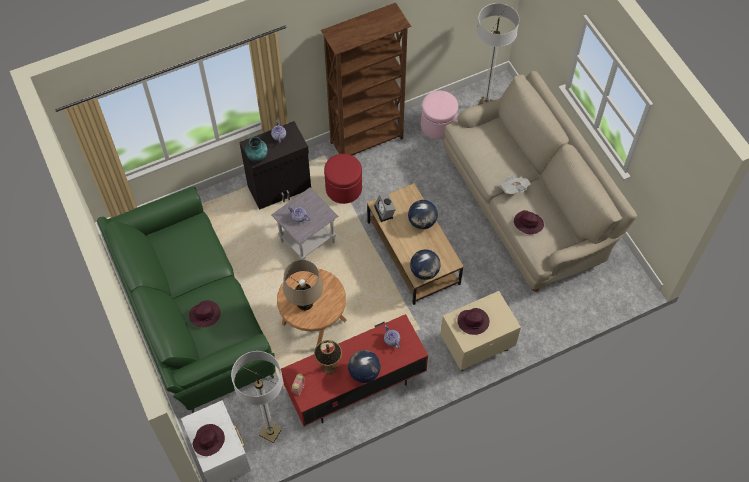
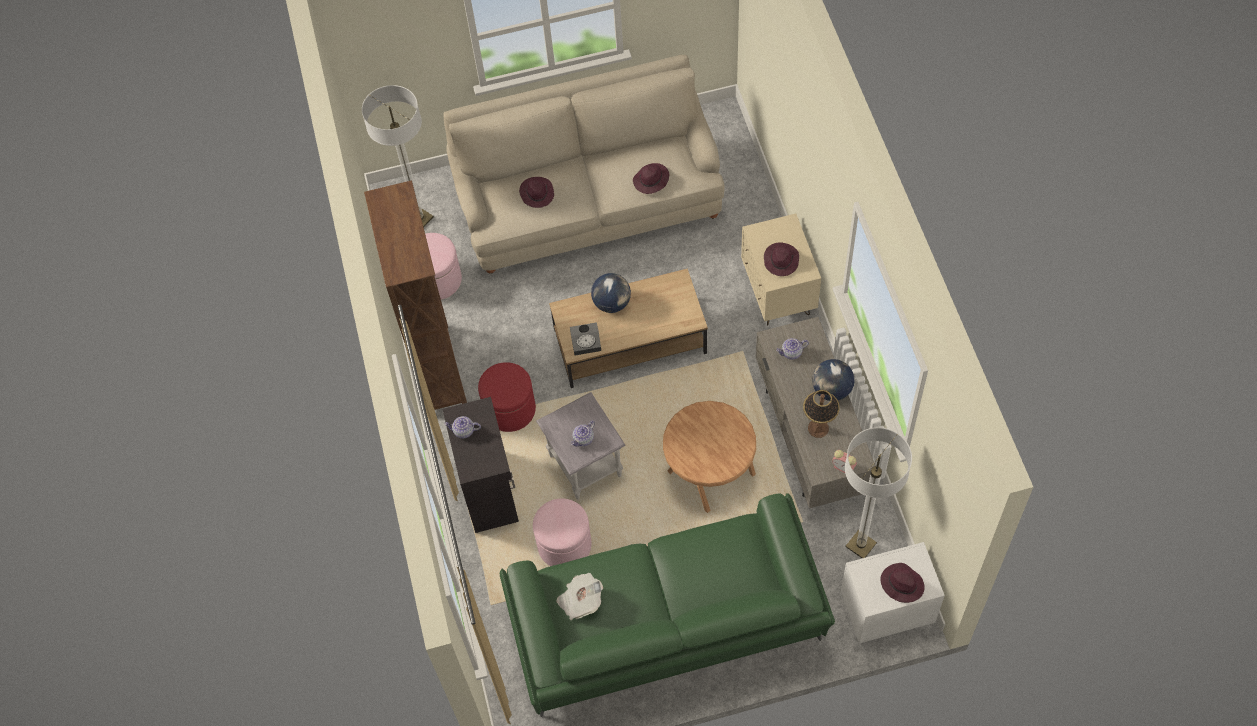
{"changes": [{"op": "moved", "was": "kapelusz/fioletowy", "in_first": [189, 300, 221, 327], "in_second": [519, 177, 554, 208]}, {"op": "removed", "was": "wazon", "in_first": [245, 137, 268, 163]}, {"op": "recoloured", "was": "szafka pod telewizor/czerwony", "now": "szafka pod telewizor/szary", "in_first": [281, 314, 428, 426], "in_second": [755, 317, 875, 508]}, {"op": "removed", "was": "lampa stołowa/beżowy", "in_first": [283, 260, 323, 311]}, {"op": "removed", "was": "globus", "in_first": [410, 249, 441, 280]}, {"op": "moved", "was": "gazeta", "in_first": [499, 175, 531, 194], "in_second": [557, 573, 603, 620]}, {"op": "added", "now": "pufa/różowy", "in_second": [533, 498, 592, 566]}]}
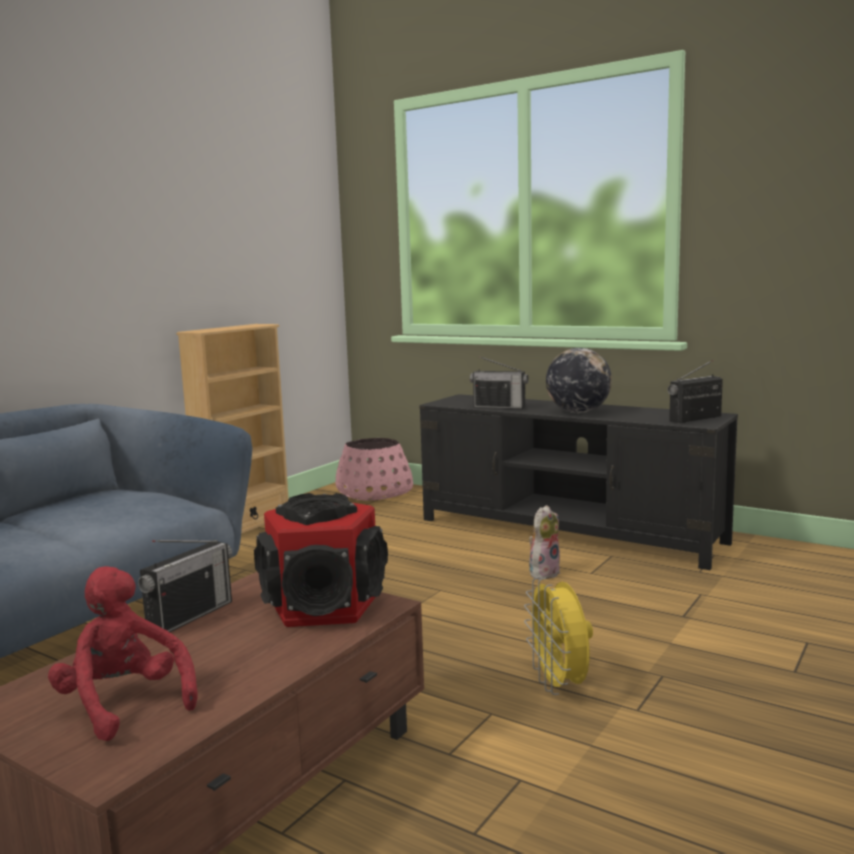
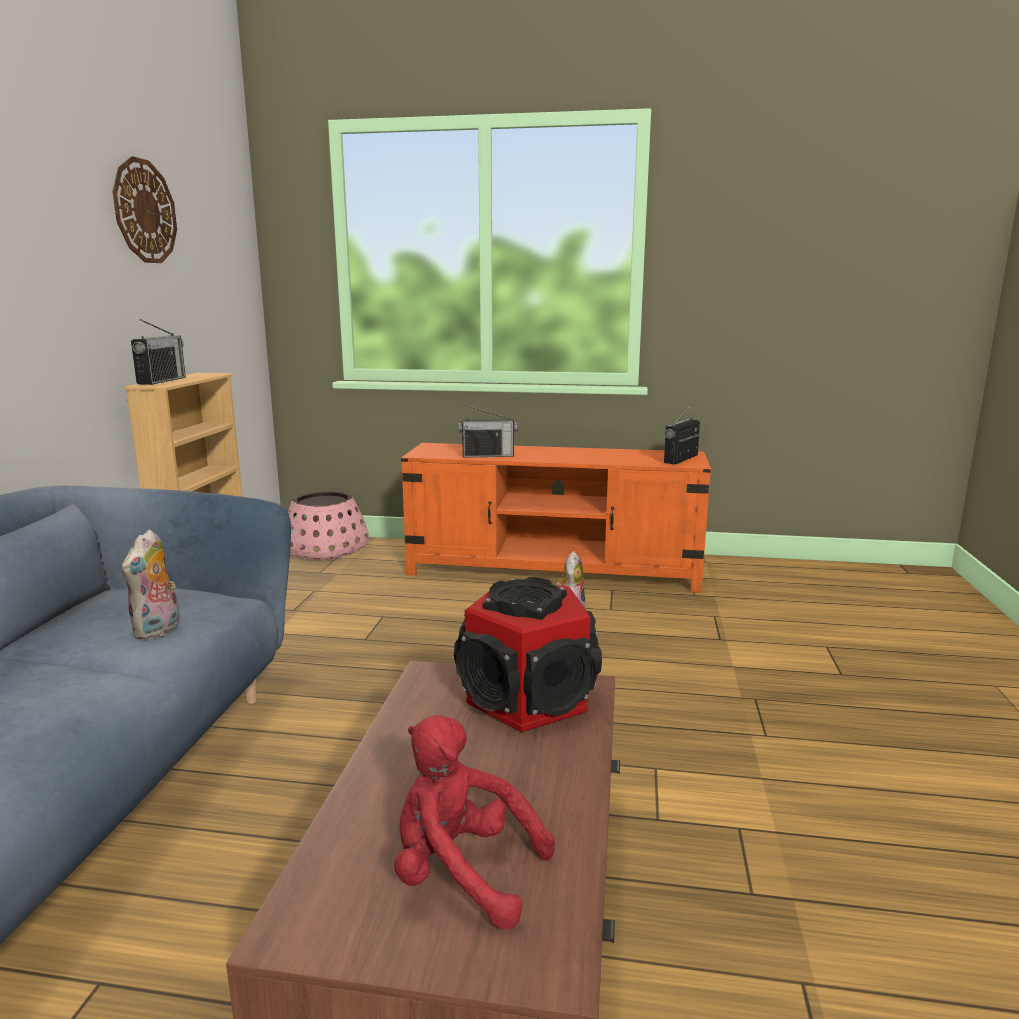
{"changes": [{"op": "moved", "was": "radio", "in_first": [138, 540, 232, 632], "in_second": [131, 319, 186, 385]}, {"op": "recoloured", "was": "szafka pod telewizor/czarny", "now": "szafka pod telewizor/pomarańczowy", "in_first": [419, 394, 738, 570], "in_second": [401, 443, 711, 593]}, {"op": "removed", "was": "wentylator/żółty", "in_first": [524, 577, 593, 695]}, {"op": "removed", "was": "globus", "in_first": [546, 348, 612, 413]}, {"op": "added", "now": "zegar ścienny", "in_second": [112, 156, 177, 263]}, {"op": "added", "now": "pluszak", "in_second": [122, 530, 180, 640]}]}
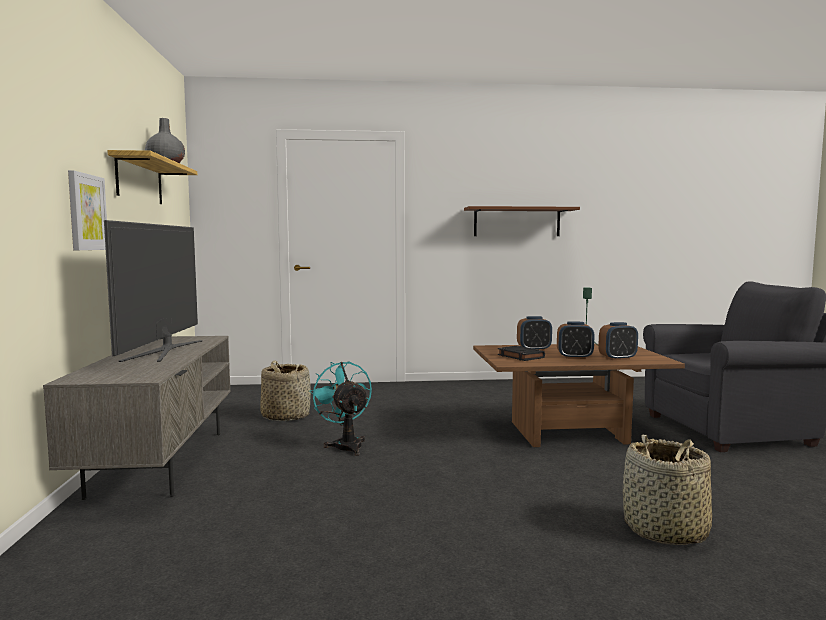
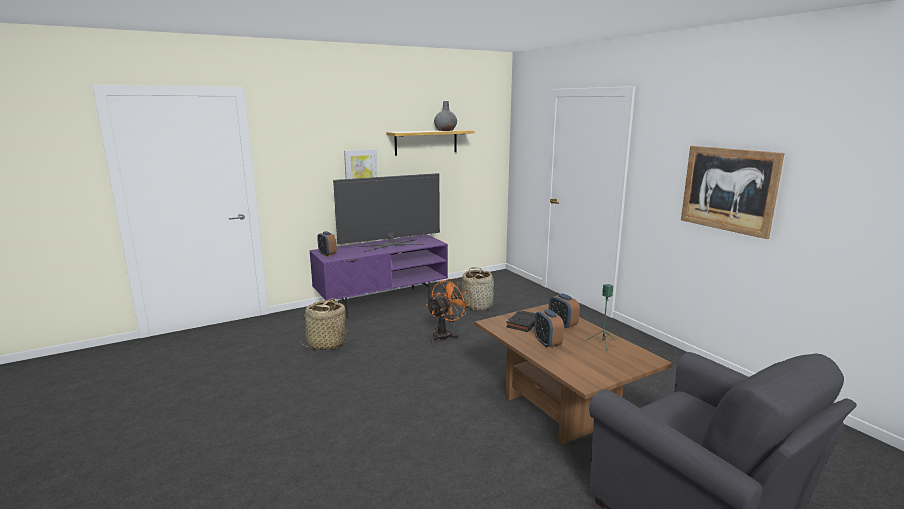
{"changes": [{"op": "recoloured", "was": "szafka pod telewizor/szary", "now": "szafka pod telewizor/fioletowy", "in_first": [43, 336, 231, 500], "in_second": [309, 234, 448, 318]}, {"op": "recoloured", "was": "wentylator/turkusowy", "now": "wentylator/pomarańczowy", "in_first": [309, 361, 372, 456], "in_second": [426, 279, 470, 343]}, {"op": "replaced", "was": "półka/brązowy", "now": "obraz", "in_first": [464, 206, 580, 236], "in_second": [681, 146, 785, 239]}, {"op": "moved", "was": "budzik", "in_first": [598, 322, 638, 360], "in_second": [317, 231, 337, 256]}, {"op": "moved", "was": "koszyk", "in_first": [623, 435, 712, 545], "in_second": [298, 299, 347, 350]}]}
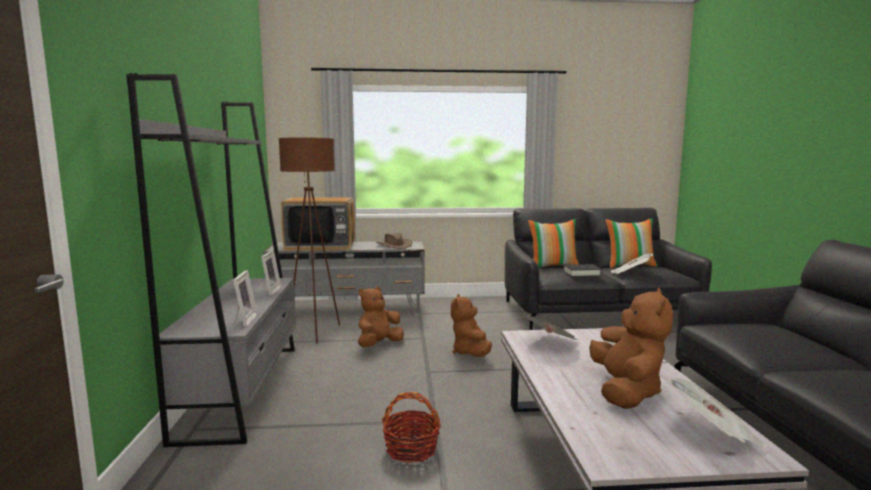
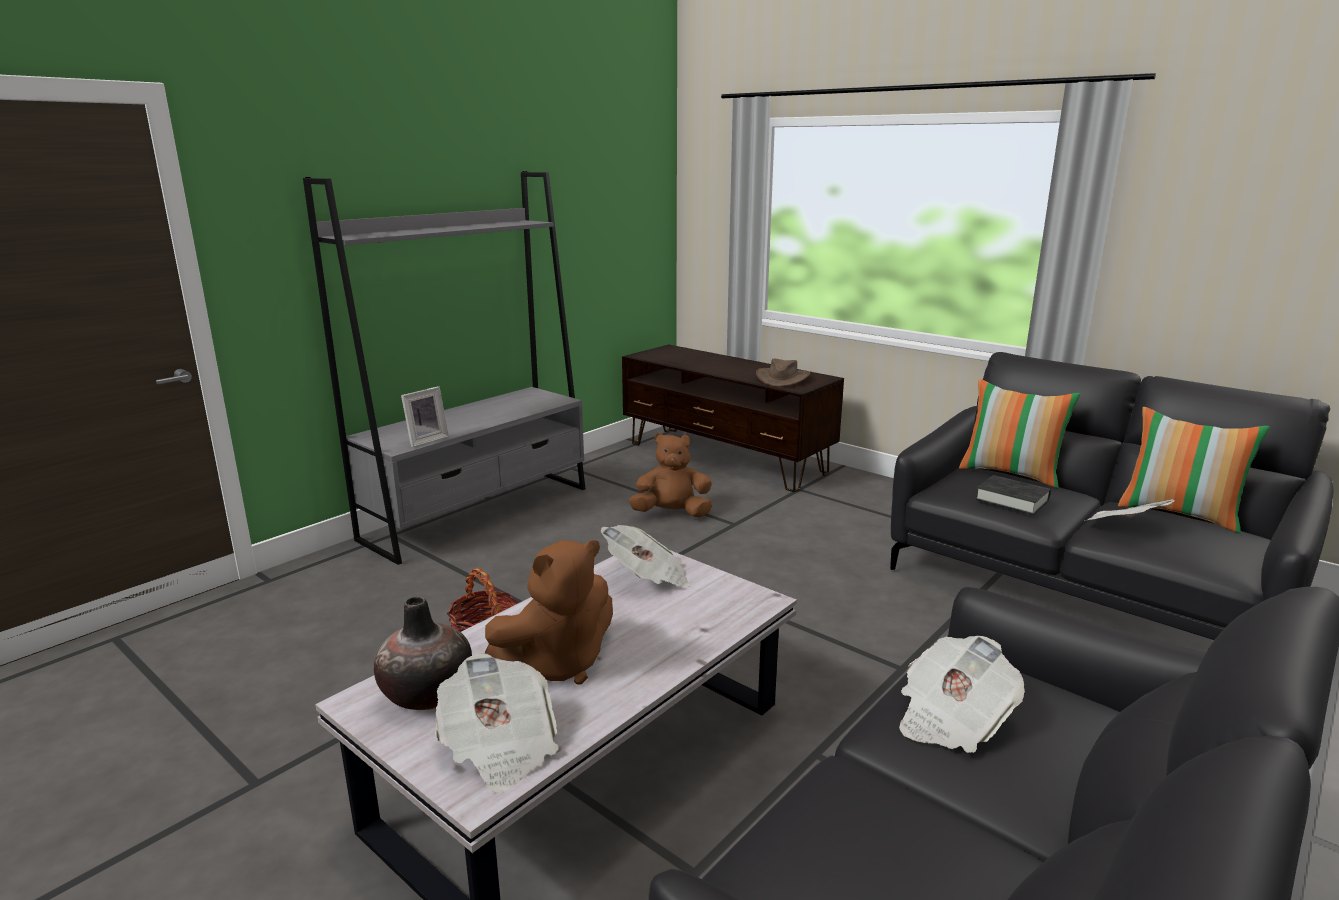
{"changes": [{"op": "removed", "was": "ramka na zdjęcie", "in_first": [261, 250, 281, 296]}, {"op": "recoloured", "was": "szafka pod telewizor/szary", "now": "szafka pod telewizor/brązowy", "in_first": [263, 241, 425, 316], "in_second": [622, 344, 844, 492]}, {"op": "removed", "was": "lampa stojąca/brązowy", "in_first": [279, 137, 340, 344]}, {"op": "removed", "was": "telewizor", "in_first": [280, 197, 355, 250]}, {"op": "removed", "was": "pluszak/brązowy", "in_first": [451, 294, 492, 357]}, {"op": "added", "now": "wazon", "in_second": [374, 597, 472, 710]}, {"op": "added", "now": "gazeta", "in_second": [899, 636, 1025, 753]}]}
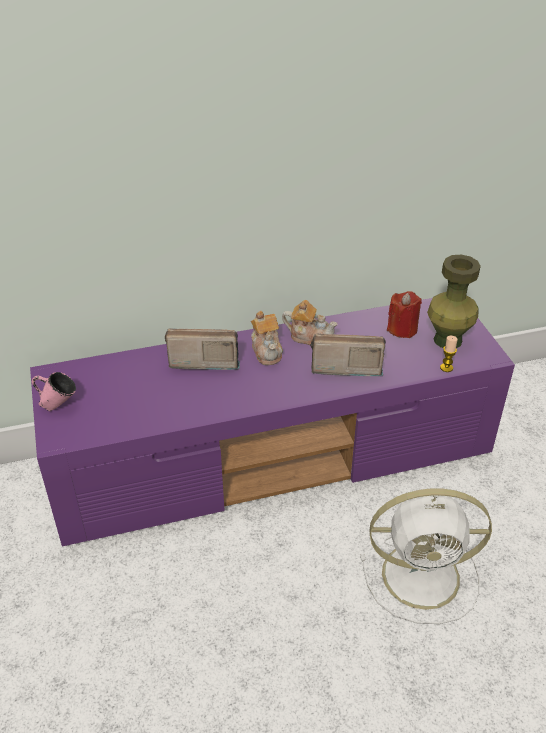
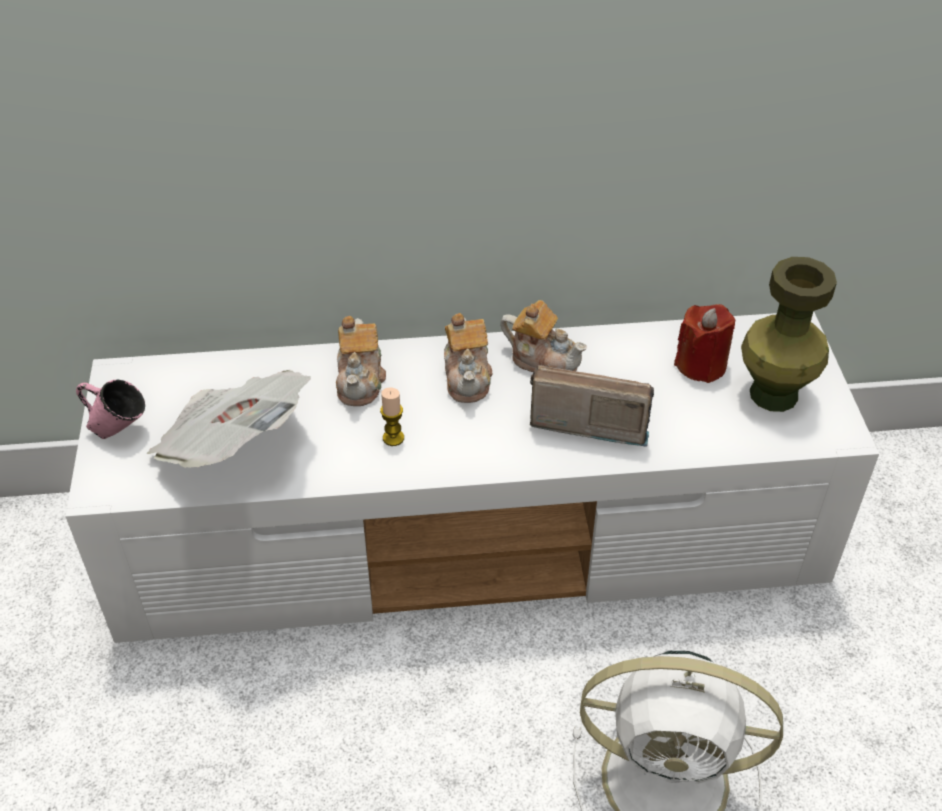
{"changes": [{"op": "recoloured", "was": "szafka pod telewizor/fioletowy", "now": "szafka pod telewizor/biały", "in_first": [30, 298, 515, 546], "in_second": [65, 311, 879, 643]}, {"op": "replaced", "was": "radio", "now": "imbryk", "in_first": [165, 328, 240, 370], "in_second": [336, 316, 386, 406]}, {"op": "moved", "was": "świeca", "in_first": [440, 336, 458, 372], "in_second": [380, 388, 404, 446]}, {"op": "added", "now": "gazeta", "in_second": [147, 370, 311, 468]}]}
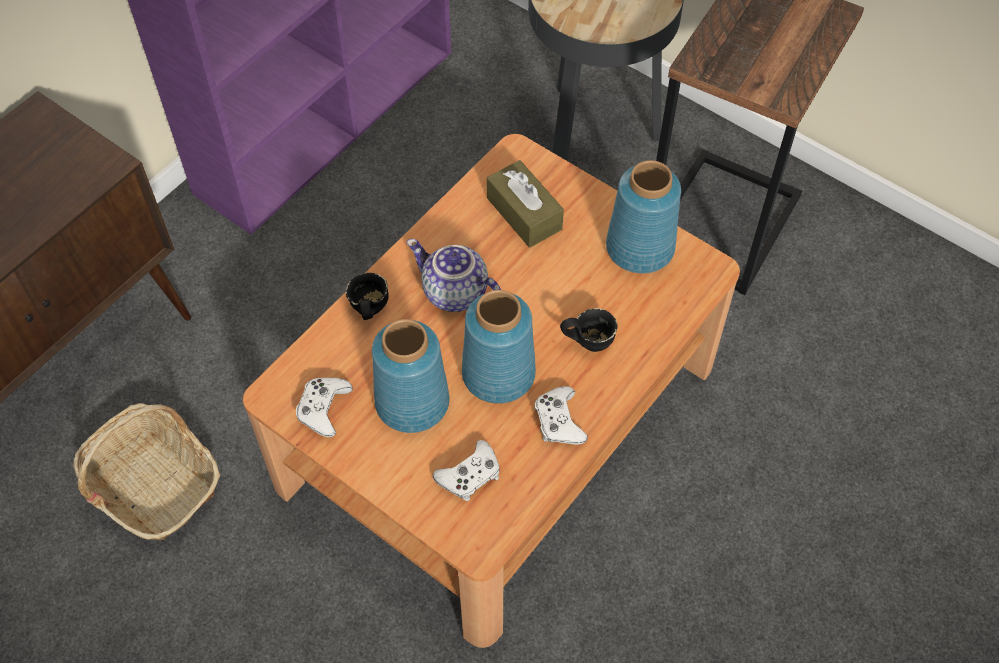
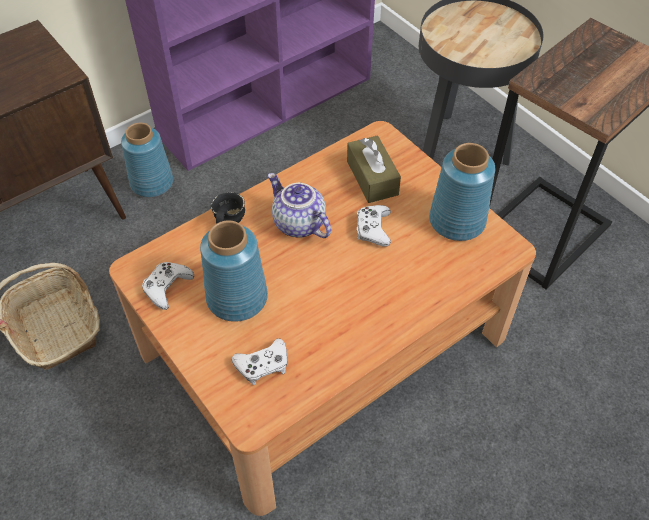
{"changes": [{"op": "moved", "was": "wazon/niebieski", "in_first": [462, 290, 536, 404], "in_second": [121, 123, 173, 197]}, {"op": "moved", "was": "pad do gier/biały", "in_first": [535, 386, 588, 445], "in_second": [357, 205, 391, 247]}, {"op": "removed", "was": "kubek/czarny", "in_first": [560, 308, 617, 352]}]}
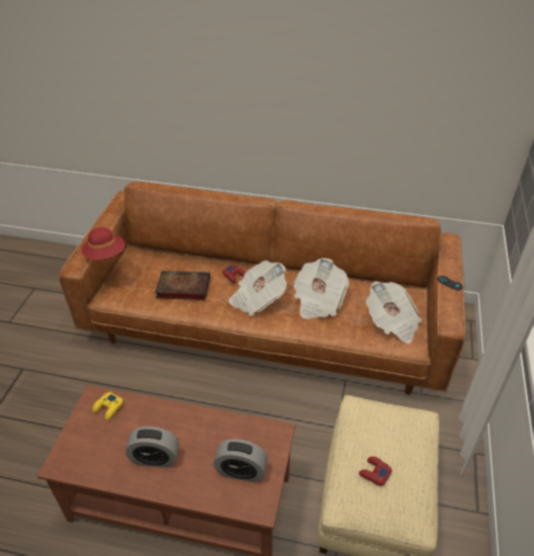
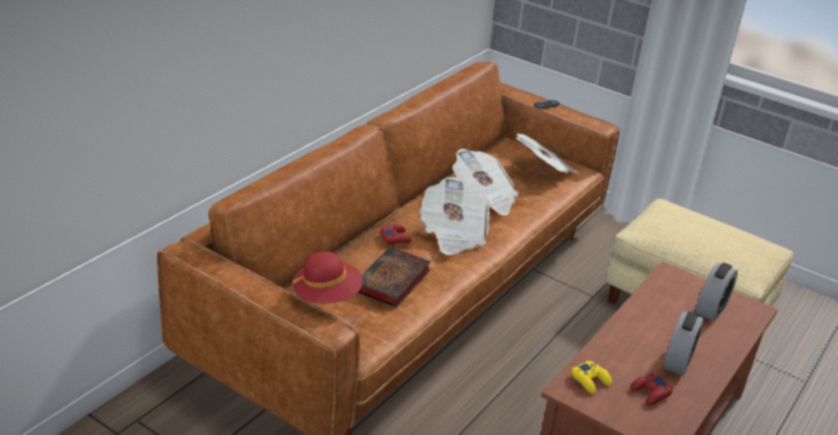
{"changes": [{"op": "moved", "was": "pad do gier/czerwony", "in_first": [359, 456, 392, 486], "in_second": [630, 372, 673, 406]}]}
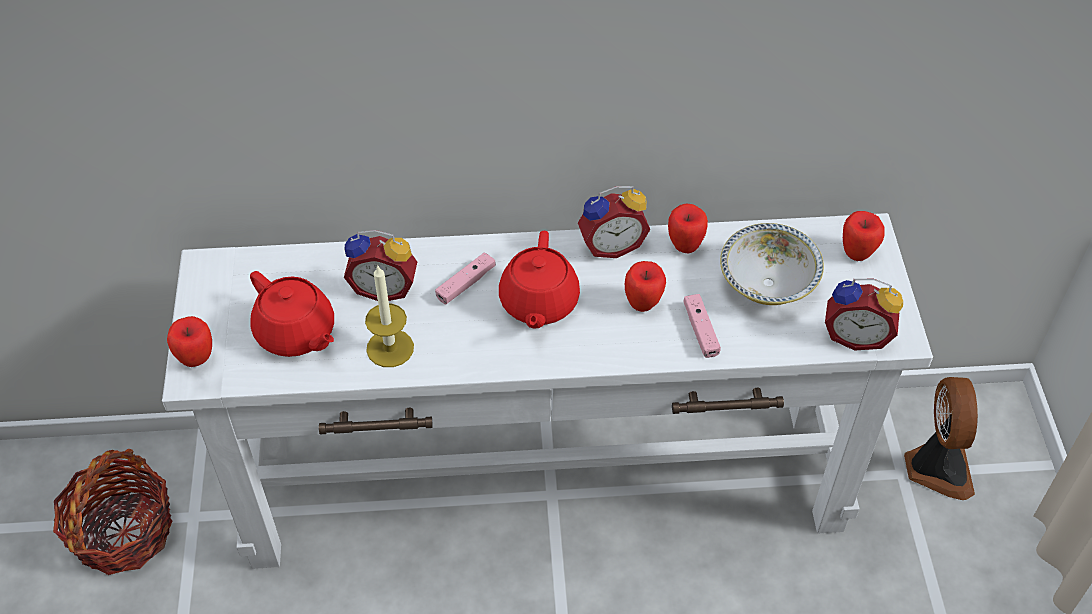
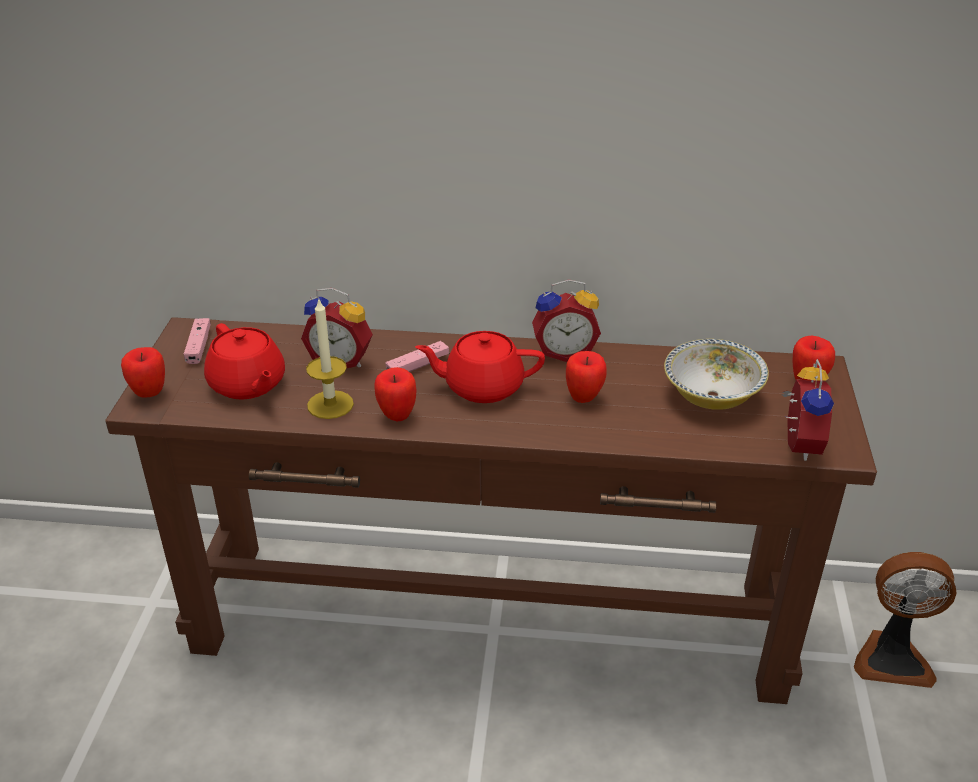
{"changes": [{"op": "removed", "was": "koszyk", "in_first": [53, 449, 172, 575]}, {"op": "recoloured", "was": "stolik konsolowy/biały", "now": "stolik konsolowy/brązowy", "in_first": [162, 213, 933, 569], "in_second": [105, 317, 877, 704]}, {"op": "turned", "was": "imbryk/czerwony", "in_first": [499, 231, 580, 329], "in_second": [415, 331, 545, 403], "clockwise": 75}, {"op": "moved", "was": "jabłko", "in_first": [668, 204, 708, 254], "in_second": [374, 367, 416, 421]}, {"op": "moved", "was": "pad do gier/różowy", "in_first": [683, 294, 721, 358], "in_second": [184, 318, 211, 364]}, {"op": "turned", "was": "budzik", "in_first": [825, 279, 903, 351], "in_second": [782, 359, 834, 461], "clockwise": -105}, {"op": "turned", "was": "wentylator", "in_first": [904, 377, 978, 500], "in_second": [854, 552, 957, 688], "clockwise": 90}]}
